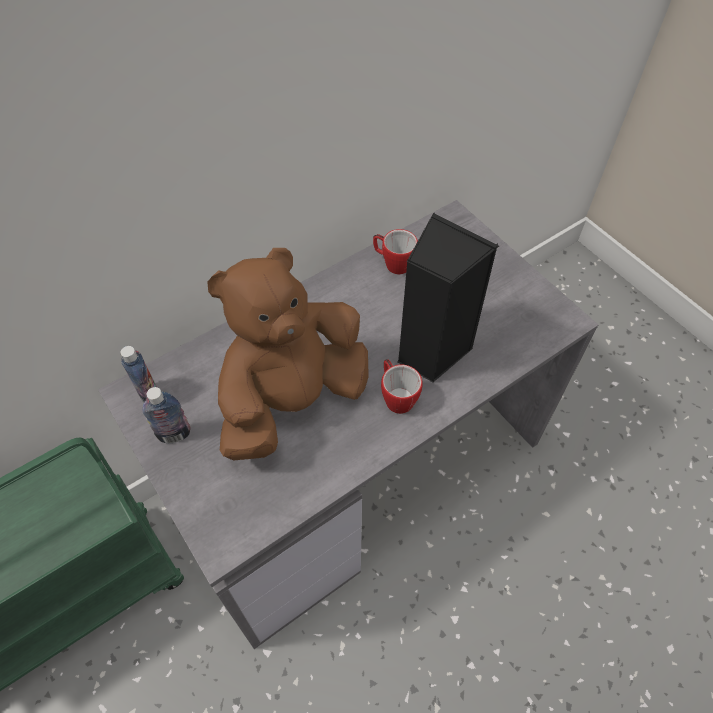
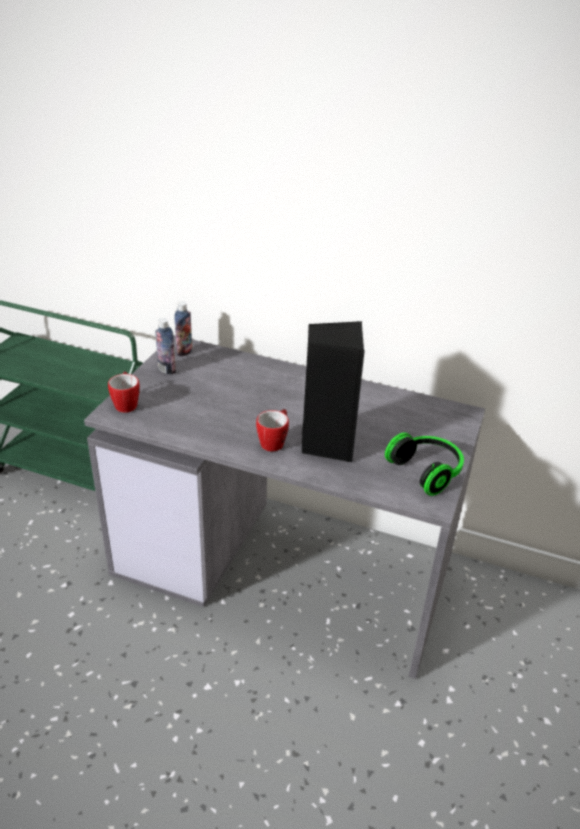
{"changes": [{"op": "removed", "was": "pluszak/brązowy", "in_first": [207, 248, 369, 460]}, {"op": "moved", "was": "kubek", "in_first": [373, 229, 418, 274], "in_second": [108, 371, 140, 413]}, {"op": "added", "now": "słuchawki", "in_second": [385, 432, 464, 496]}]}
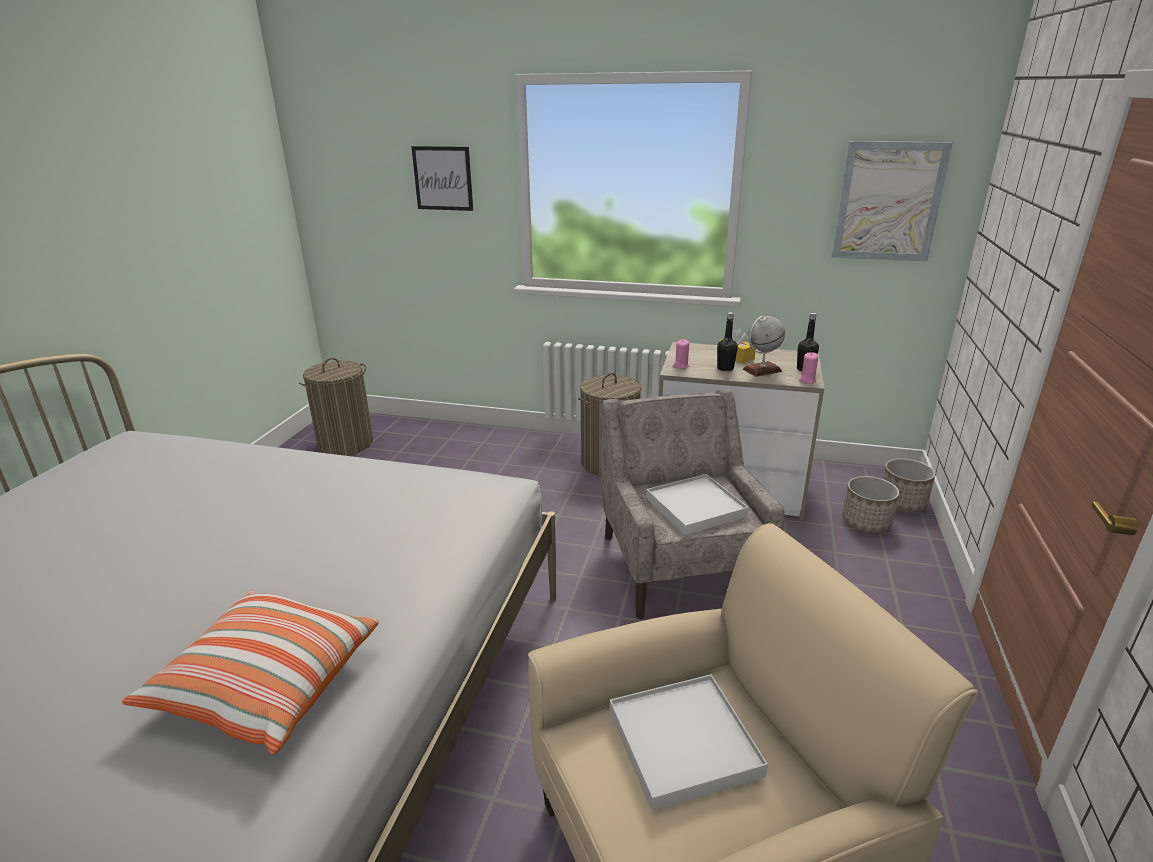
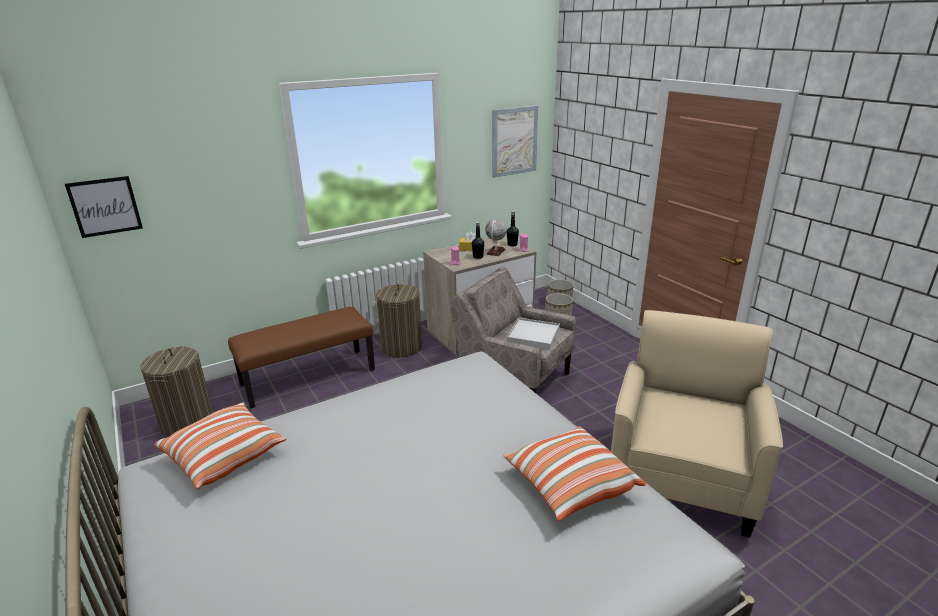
{"changes": [{"op": "moved", "was": "obraz", "in_first": [411, 146, 473, 211], "in_second": [65, 176, 143, 238]}, {"op": "removed", "was": "taca/biały", "in_first": [610, 674, 768, 811]}, {"op": "added", "now": "poduszka", "in_second": [154, 402, 287, 489]}, {"op": "added", "now": "ławka/brązowy", "in_second": [228, 307, 375, 408]}]}
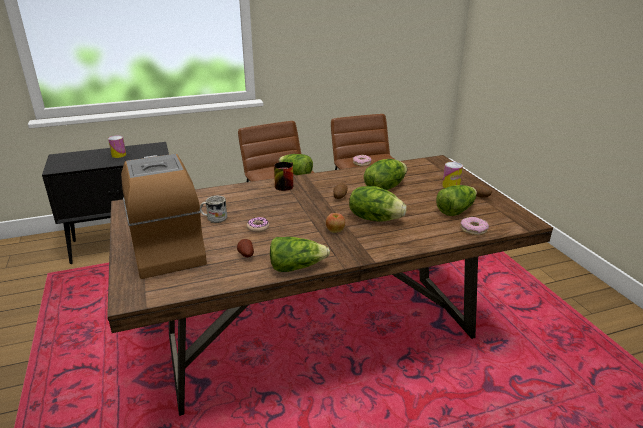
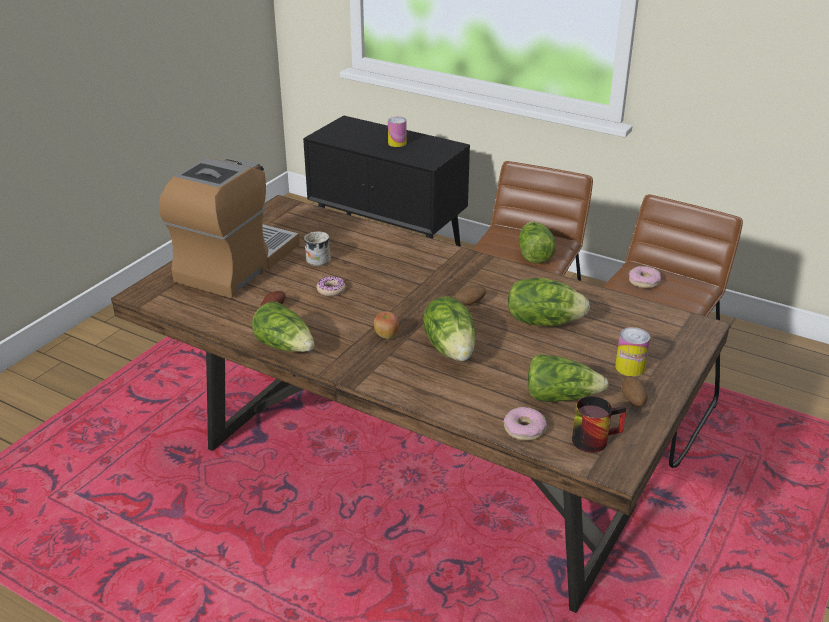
{"changes": [{"op": "moved", "was": "kubek", "in_first": [274, 162, 293, 191], "in_second": [572, 396, 626, 453]}]}
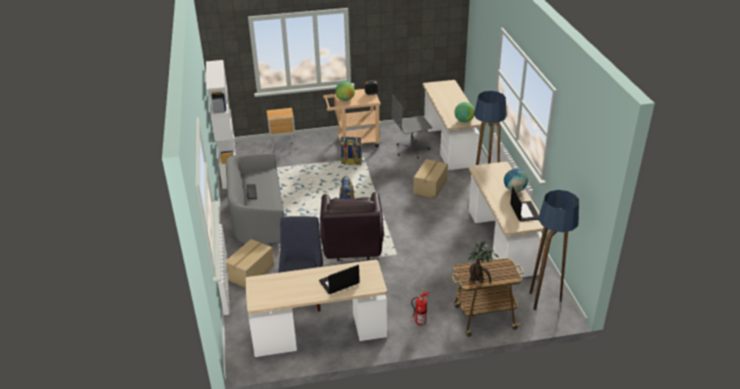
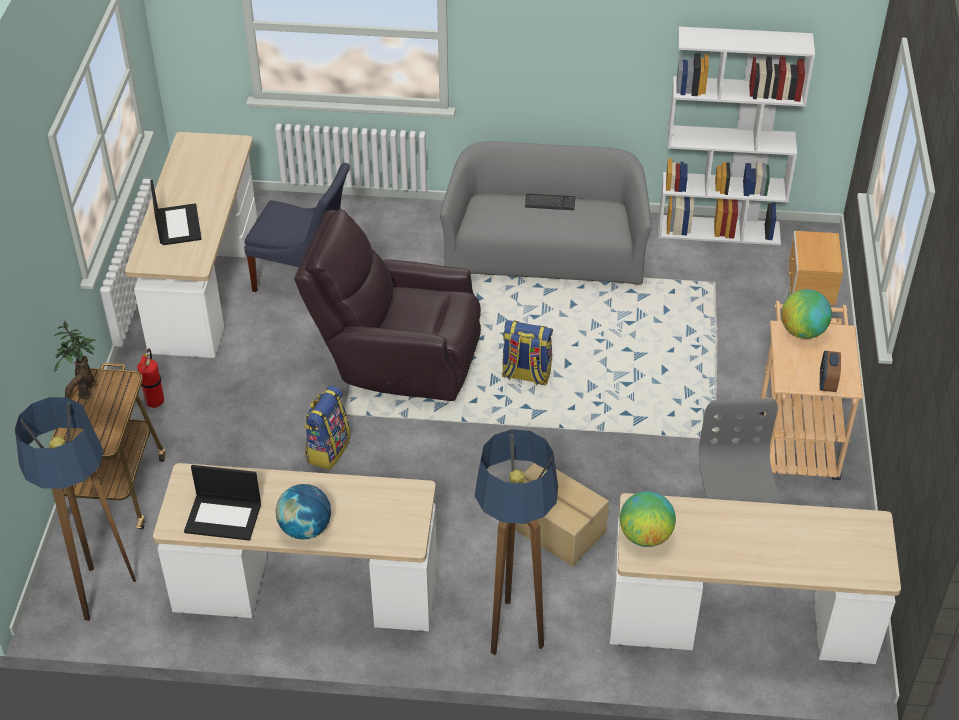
{"changes": [{"op": "removed", "was": "karton", "in_first": [226, 239, 274, 288]}, {"op": "moved", "was": "plecak", "in_first": [340, 137, 362, 165], "in_second": [304, 386, 350, 469]}]}
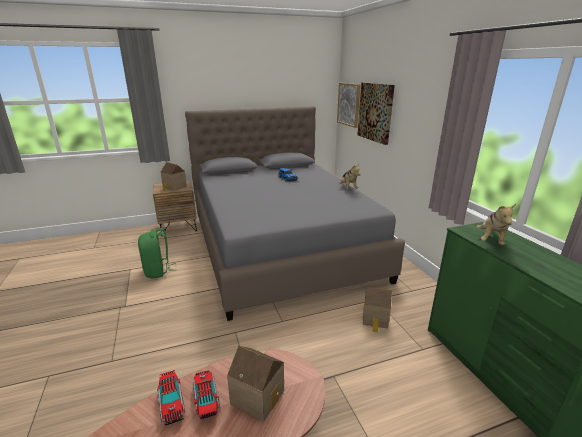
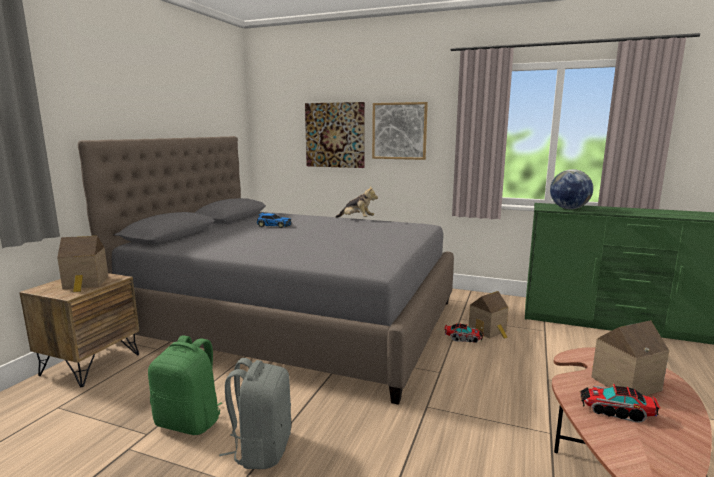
{"changes": [{"op": "moved", "was": "ciężarówka zabawkowa", "in_first": [157, 370, 185, 426], "in_second": [444, 323, 484, 343]}, {"op": "moved", "was": "obraz", "in_first": [337, 83, 361, 128], "in_second": [372, 102, 428, 160]}, {"op": "replaced", "was": "pluszak", "now": "globus", "in_first": [476, 204, 516, 245], "in_second": [550, 169, 593, 209]}, {"op": "added", "now": "plecak/szary", "in_second": [219, 358, 291, 469]}]}
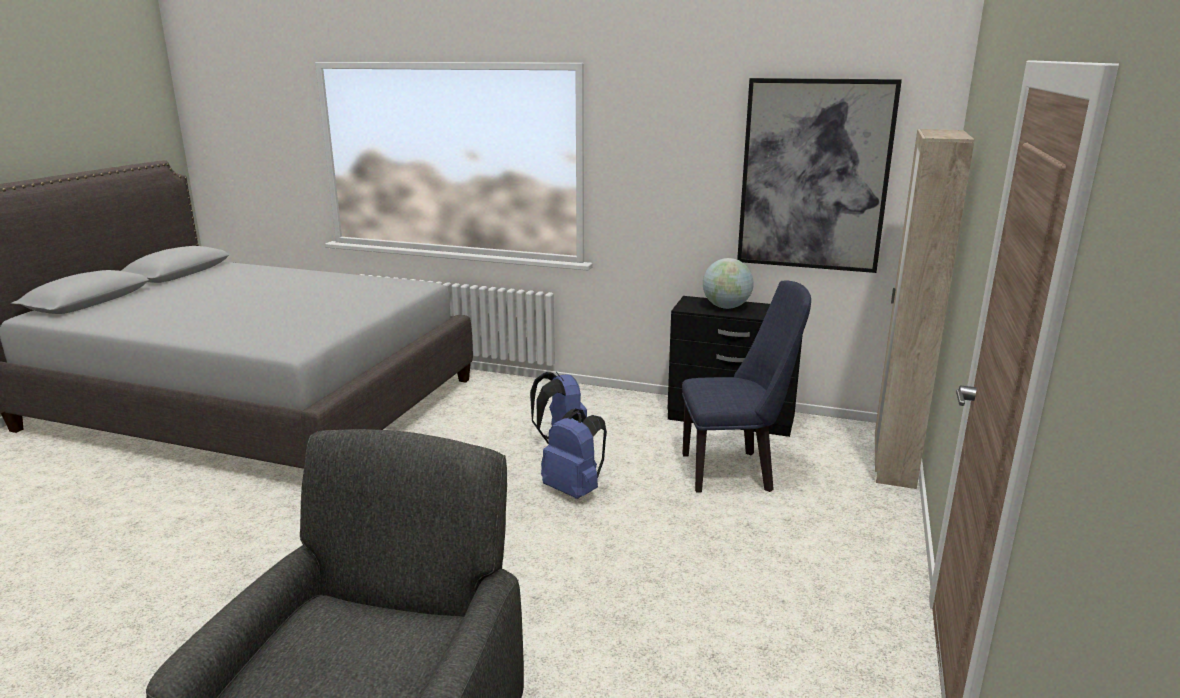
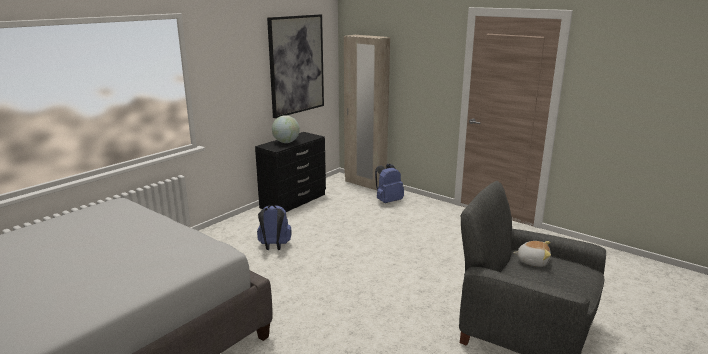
{"changes": [{"op": "moved", "was": "plecak/niebieski", "in_first": [541, 409, 607, 499], "in_second": [375, 164, 404, 203]}, {"op": "removed", "was": "krzesło/niebieski", "in_first": [682, 280, 811, 493]}, {"op": "added", "now": "pluszak", "in_second": [513, 241, 551, 267]}]}
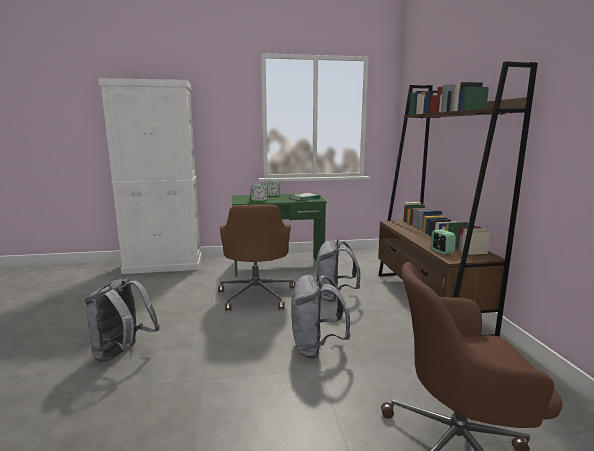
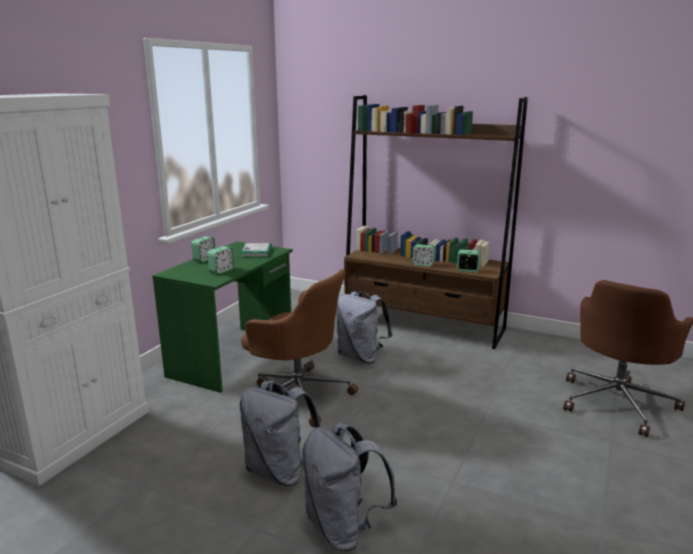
{"changes": [{"op": "moved", "was": "plecak/szary", "in_first": [291, 274, 351, 358], "in_second": [240, 381, 320, 486]}, {"op": "added", "now": "budzik", "in_second": [412, 244, 435, 266]}]}
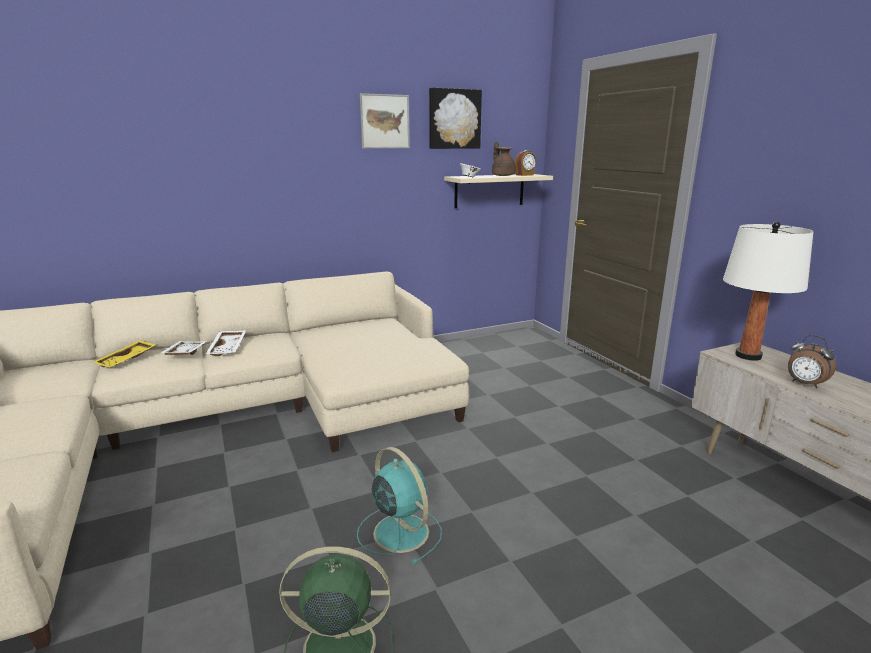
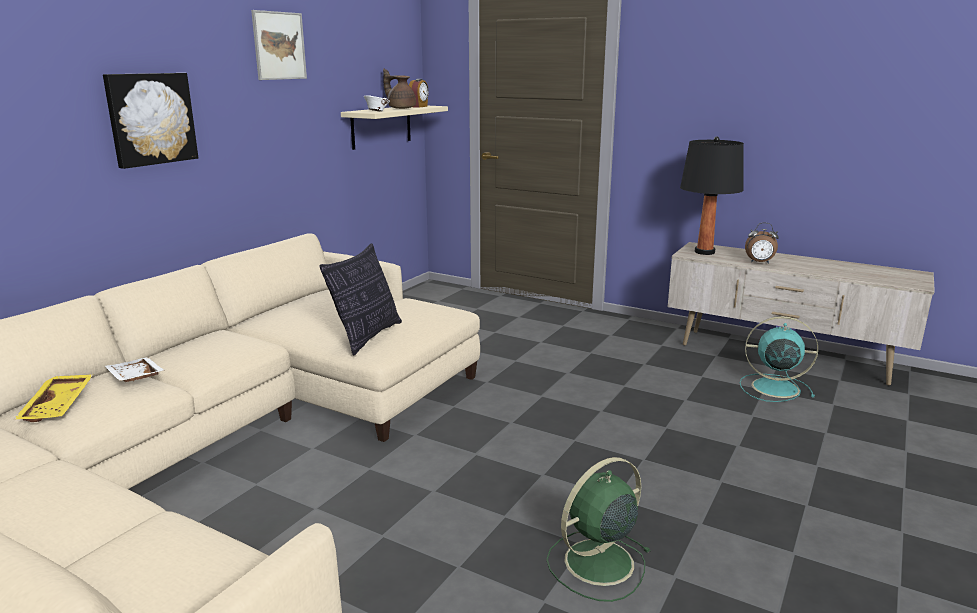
{"changes": [{"op": "removed", "was": "taca/biały", "in_first": [206, 330, 246, 356]}, {"op": "moved", "was": "wentylator/turkusowy", "in_first": [357, 447, 442, 564], "in_second": [740, 316, 818, 402]}, {"op": "moved", "was": "obraz", "in_first": [429, 88, 482, 149], "in_second": [103, 73, 198, 169]}, {"op": "recoloured", "was": "lampa stołowa/biały", "now": "lampa stołowa/czarny", "in_first": [723, 222, 814, 361], "in_second": [680, 137, 744, 255]}, {"op": "added", "now": "poduszka", "in_second": [319, 243, 402, 355]}]}
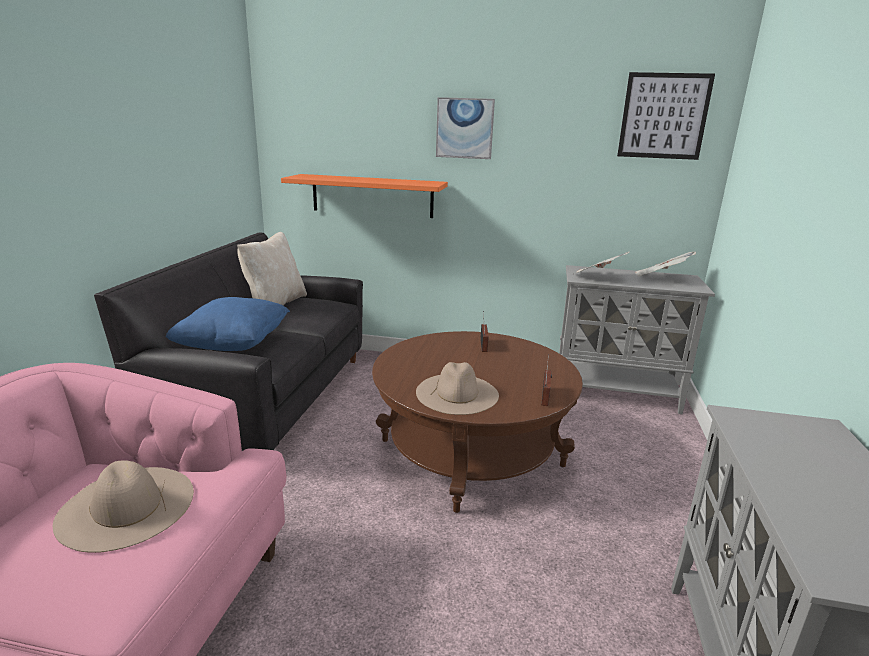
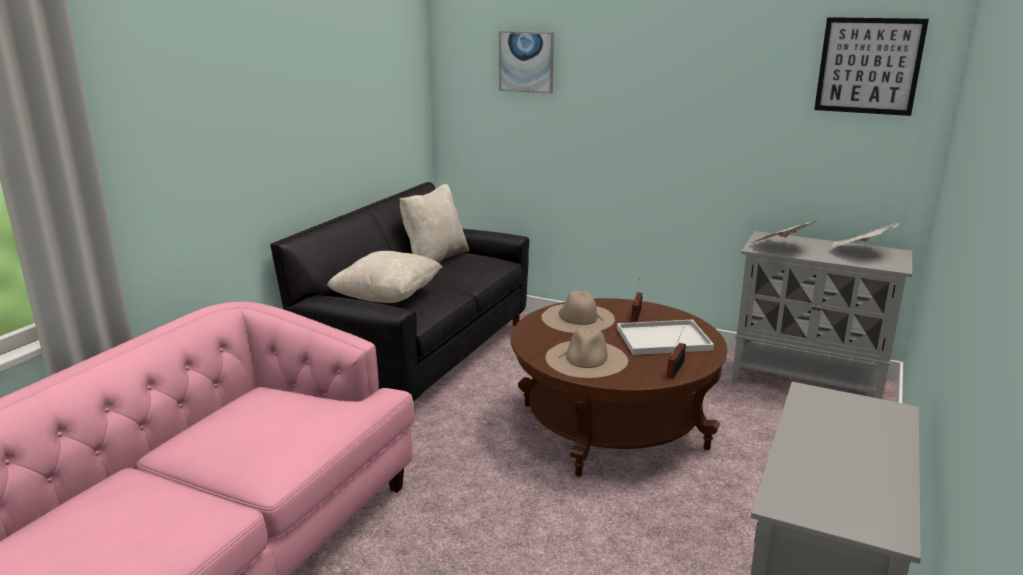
{"changes": [{"op": "moved", "was": "kapelusz/beżowy", "in_first": [53, 460, 194, 553], "in_second": [541, 291, 615, 333]}, {"op": "recoloured", "was": "poduszka/niebieski", "now": "poduszka/beżowy", "in_first": [165, 297, 290, 351], "in_second": [327, 251, 443, 303]}, {"op": "removed", "was": "półka/pomarańczowy", "in_first": [281, 174, 448, 218]}, {"op": "moved", "was": "obraz", "in_first": [436, 97, 495, 159], "in_second": [499, 31, 554, 94]}, {"op": "added", "now": "taca/biały", "in_second": [617, 320, 714, 355]}]}
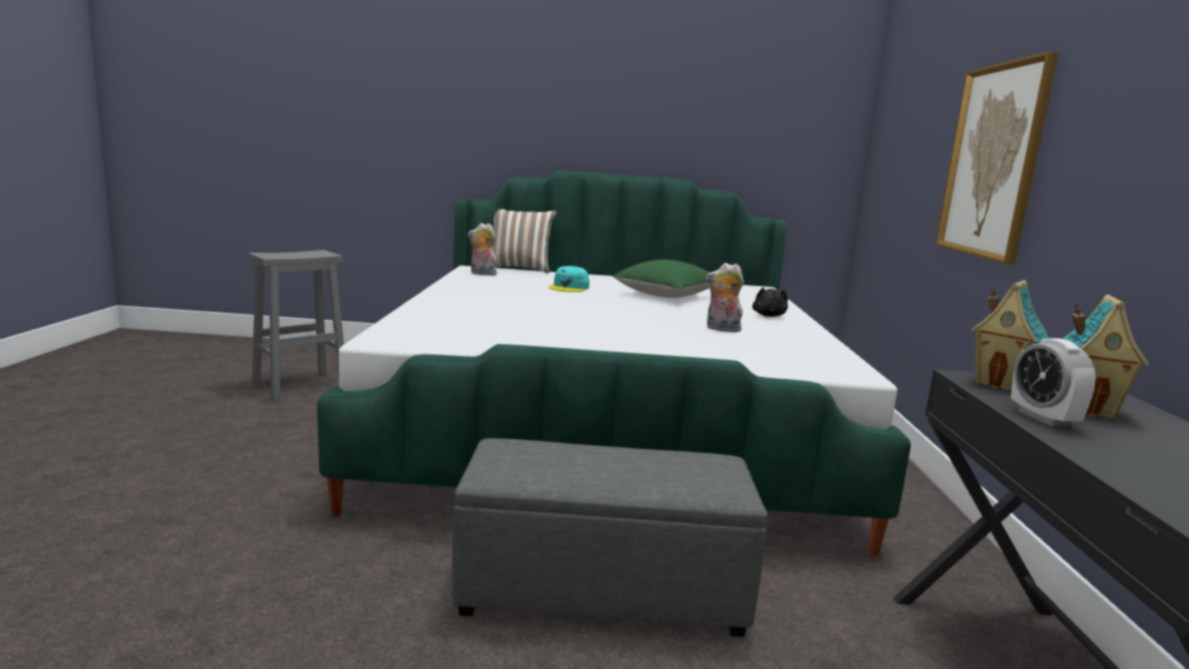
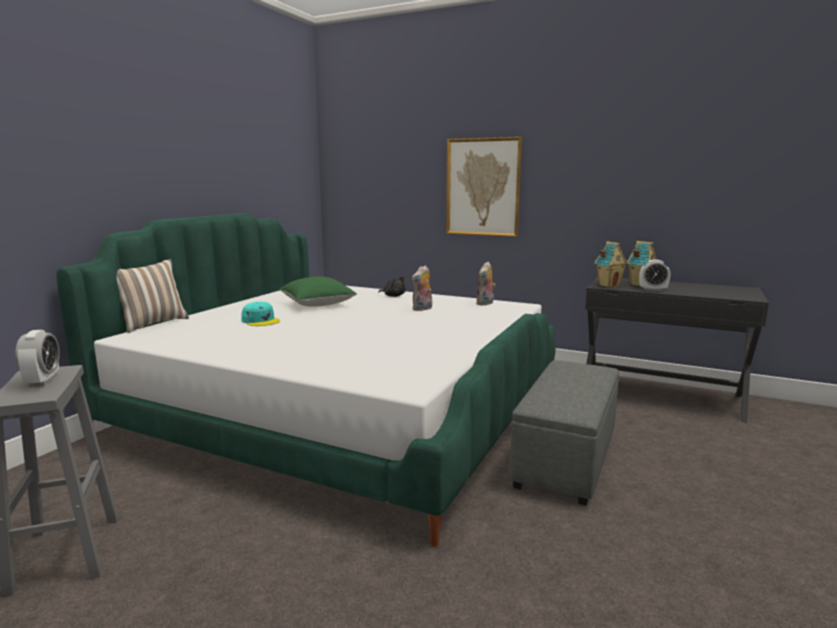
{"changes": [{"op": "moved", "was": "pluszak", "in_first": [468, 223, 497, 276], "in_second": [476, 262, 496, 306]}, {"op": "added", "now": "budzik", "in_second": [15, 330, 60, 387]}]}
